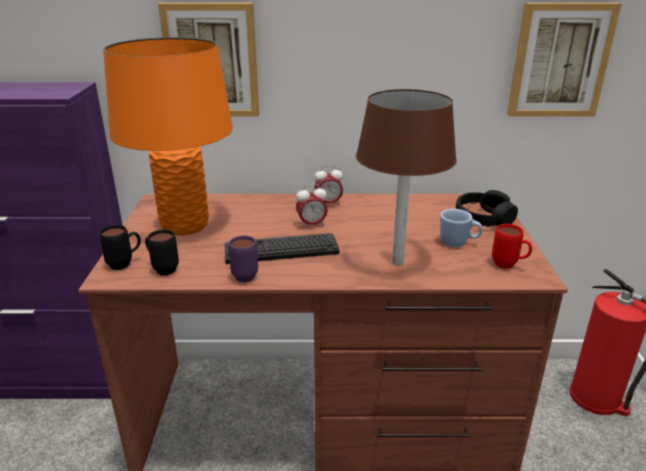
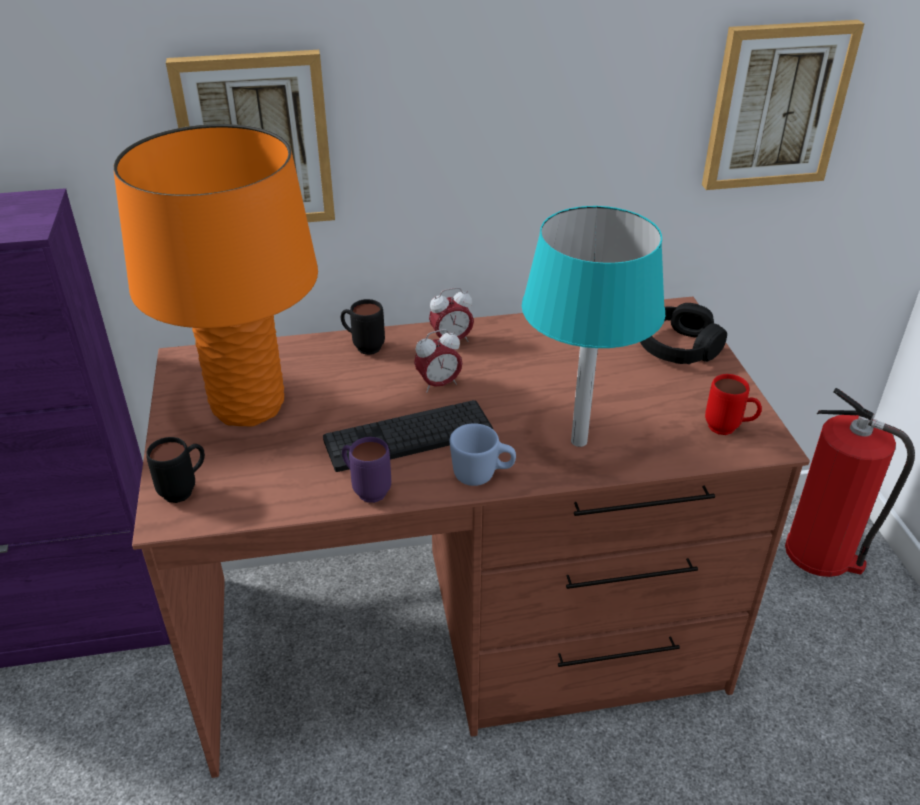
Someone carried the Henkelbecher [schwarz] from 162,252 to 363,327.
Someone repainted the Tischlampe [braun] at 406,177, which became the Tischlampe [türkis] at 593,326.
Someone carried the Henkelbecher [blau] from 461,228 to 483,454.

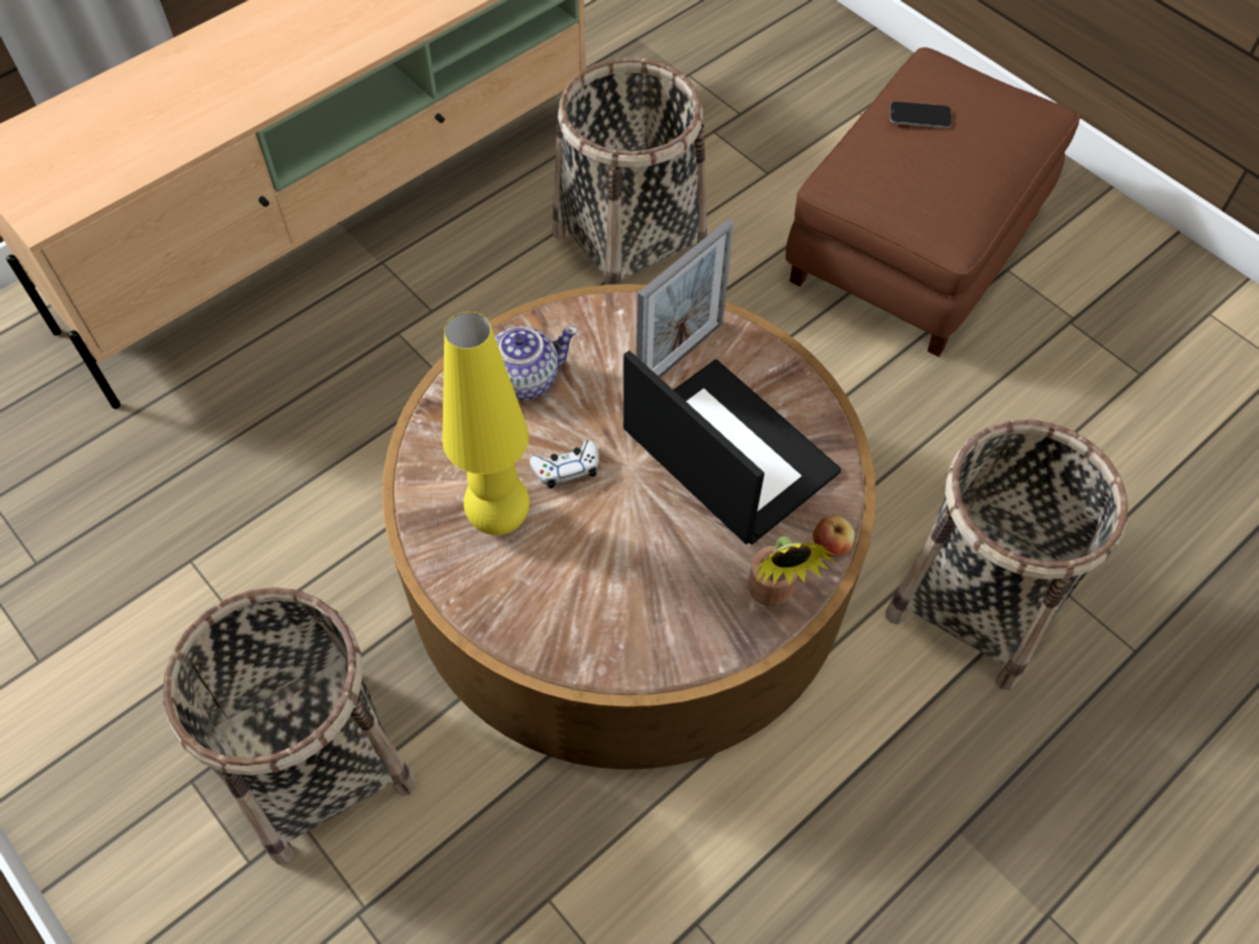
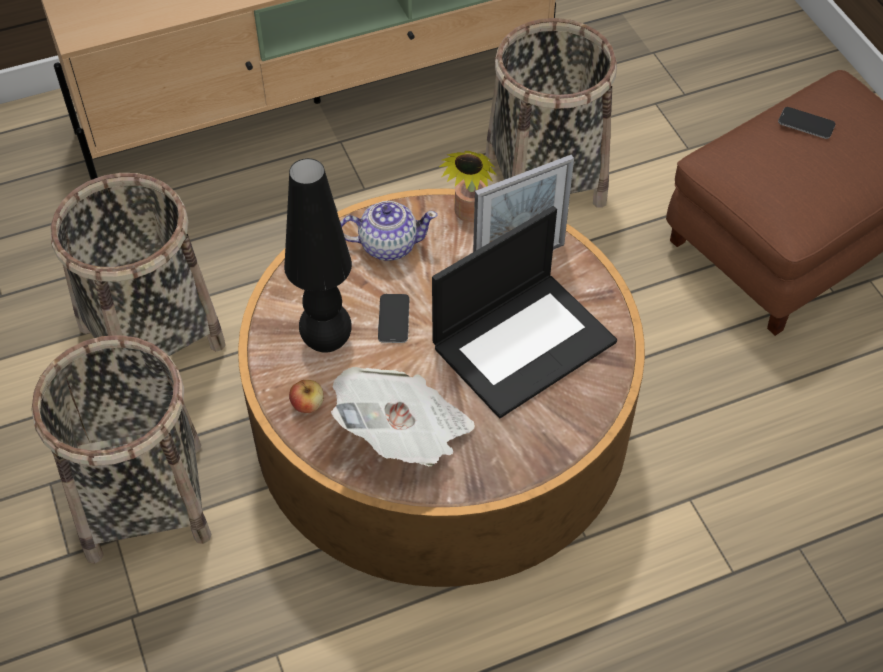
Someone repainted the Tischlampe [gelb] at 485,423, which became the Tischlampe [schwarz] at 318,255.
Someone swapped the Gamepad [weiß] at 564,464 for the Handy at 393,318.
Someone rotated the Laptop at 732,447 by 75 degrees clockwise.
Someone carried the Topfpflanze from 792,571 to 468,186.
Someone carried the Apfel from 834,536 to 306,396.
Someone carried the Korb from 1006,554 to 138,264.
Someone put down the Zeitung at 403,417.

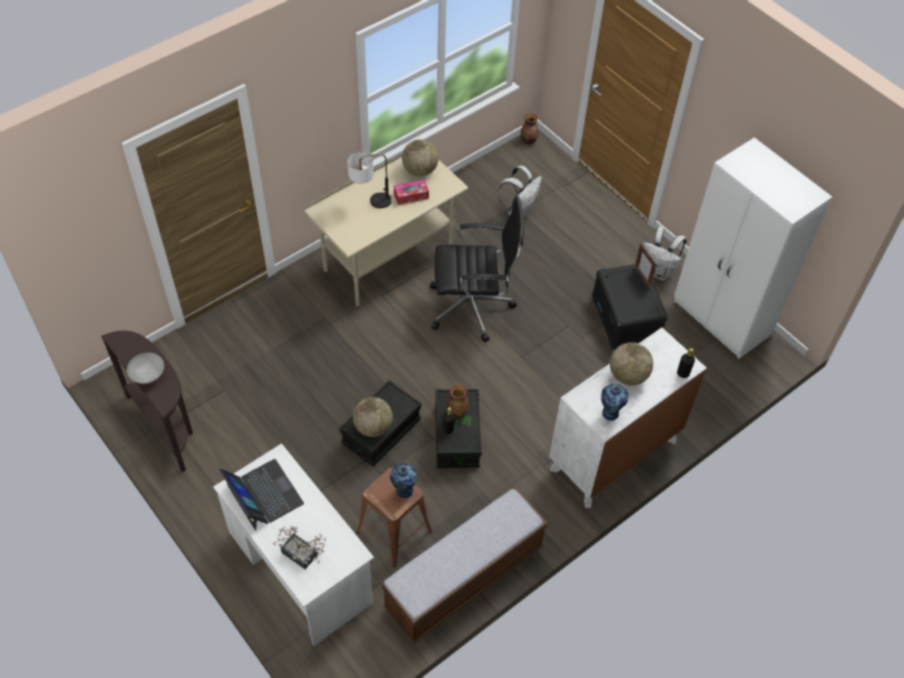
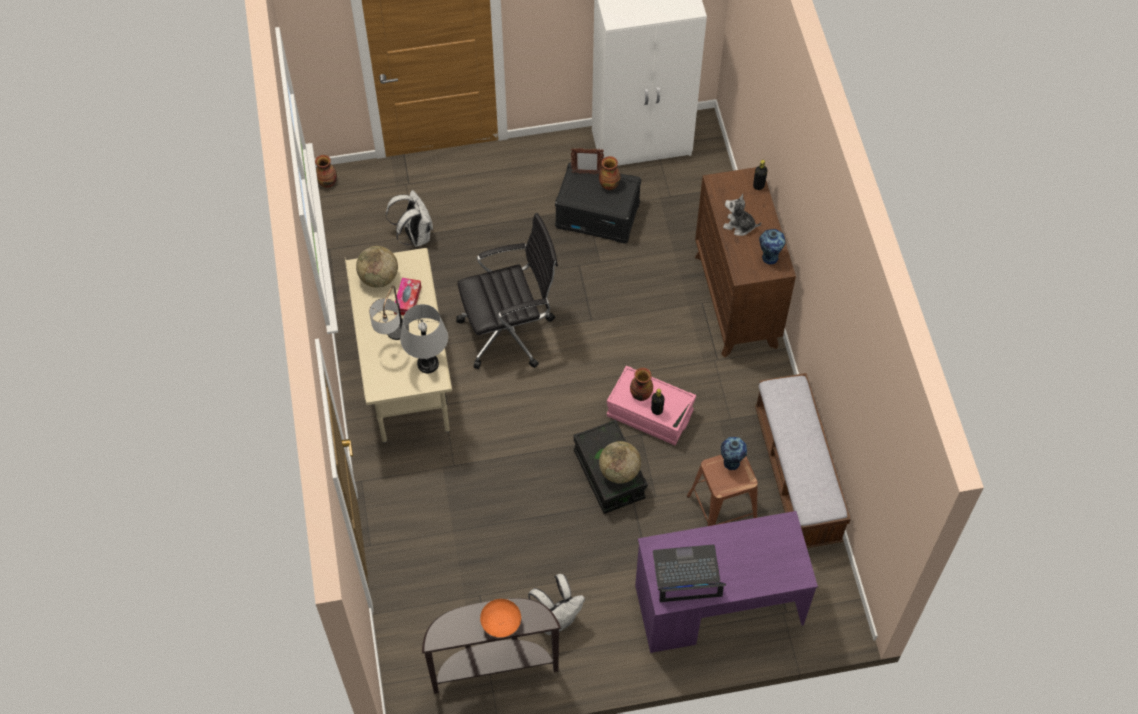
Someone repainted the Schüssel [grau] at 145,368, which became the Schüssel [orange] at 500,618.
Someone repainted the Schreibtisch [weiß] at 293,544, which became the Schreibtisch [lila] at 726,582.
Someone took away the Topfpflanze at 299,547.
Someone rotated the Bürostuhl [schwarz] at 477,269 by 45 degrees clockwise.
Someone repainted the Aufbewahrungsbox [schwarz] at 458,428, which became the Aufbewahrungsbox [rosa] at 651,405.
Someone repainted the Kommode [weiß] at 628,418, which became the Kommode [braun] at 745,262.
Someone swapped the Globus at 631,364 for the Plüschtier at 742,215.
Someone carried the Rucksack [weiß] from 665,253 to 556,604.
Someone put down the Tischlampe [grau] at 424,338.
Someone put down the Vase at 610,173.

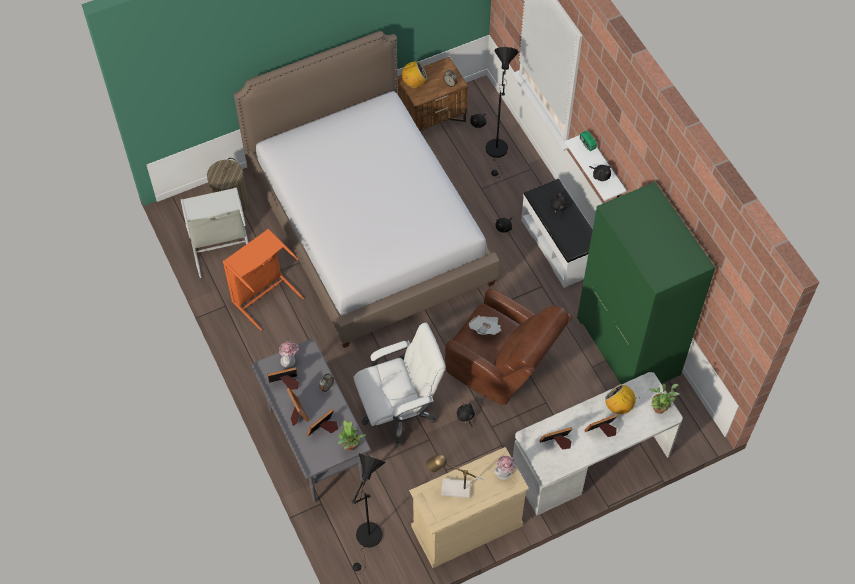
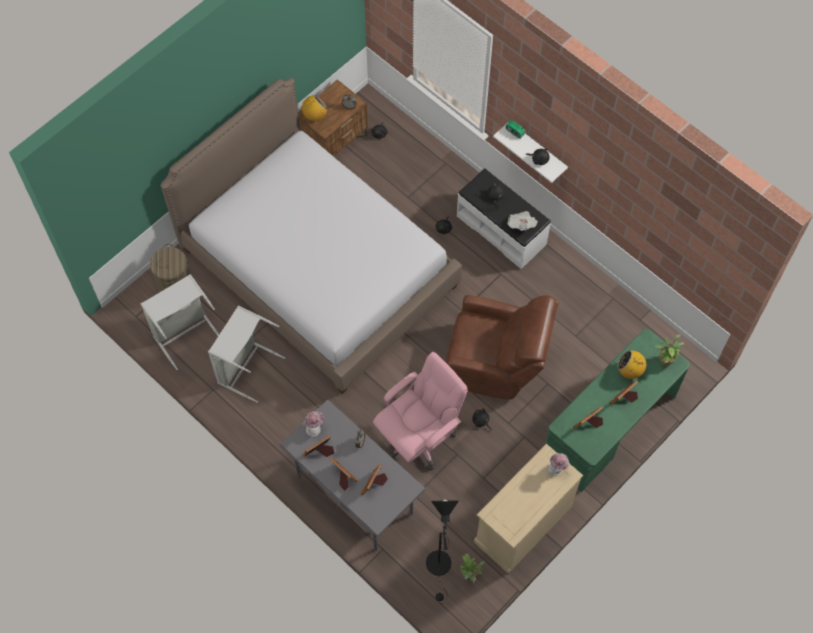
Someone repainted the Wäschekorb [orange] at 263,279, which became the Wäschekorb [grau] at 246,354.
Someone carried the Topfpflanze from 352,435 to 472,568.
Someone repainted the Bürostuhl [weiß] at 400,384, which became the Bürostuhl [rosa] at 420,411.
Someone took away the Tischlampe at 454,476.
Someone carried the Zeitung from 485,325 to 522,221.
Someone took away the Stehlampe [schwarz] at 501,112.
Someone repainted the Schreibtisch [weiß] at 598,443, which became the Schreibtisch [grün] at 617,410.
Someone took away the Kleiderschrank [grün] at 646,283.

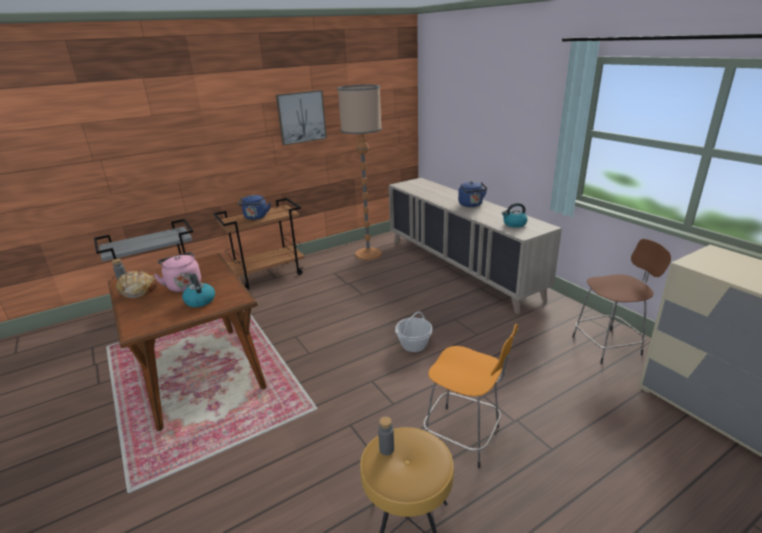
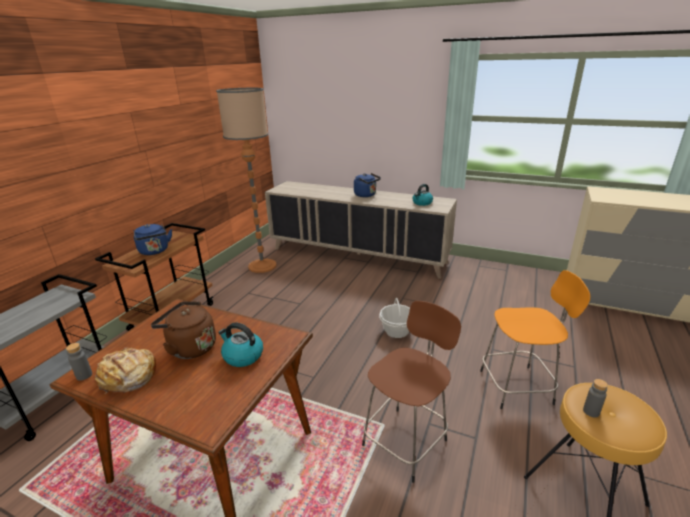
Someone repainted the Wasserkessel [rosa] at 177,272, which became the Wasserkessel [braun] at 183,330.
Someone took away the Bild at 301,117.
Someone carried the Hocker [braun] from 621,301 to 411,392.

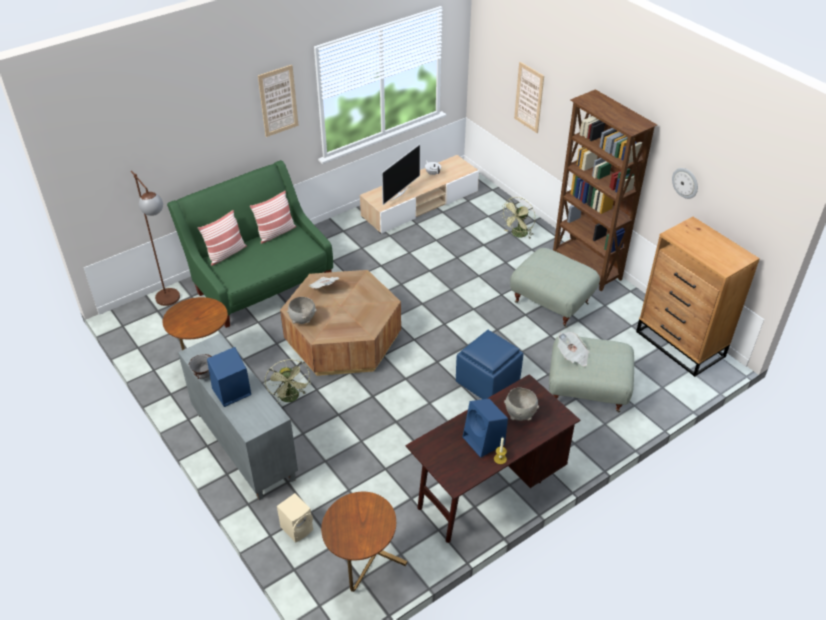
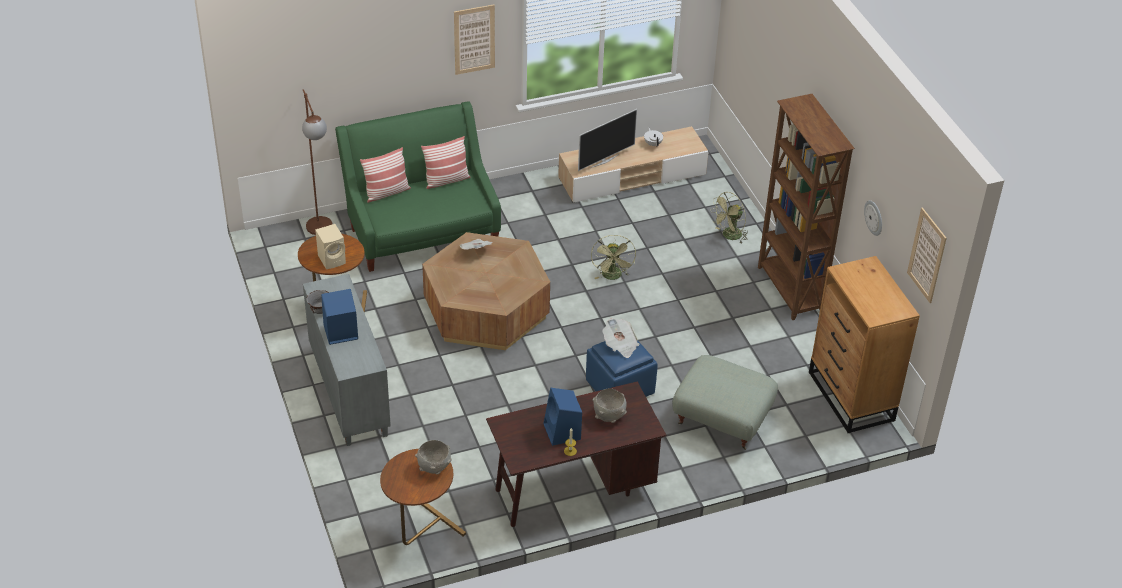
Someone carried the Ventilator [grün] from 288,381 to 613,257.
Someone carried the Lautsprecher [beige] from 295,518 to 330,246.
Someone carried the Schüssel [grau] from 301,310 to 433,457.
Someone took away the Polsterhocker [grau] at 555,288.
Someone carried the Bild from 529,97 to 927,255.
Someone carried the Zeitung from 574,349 to 620,338.

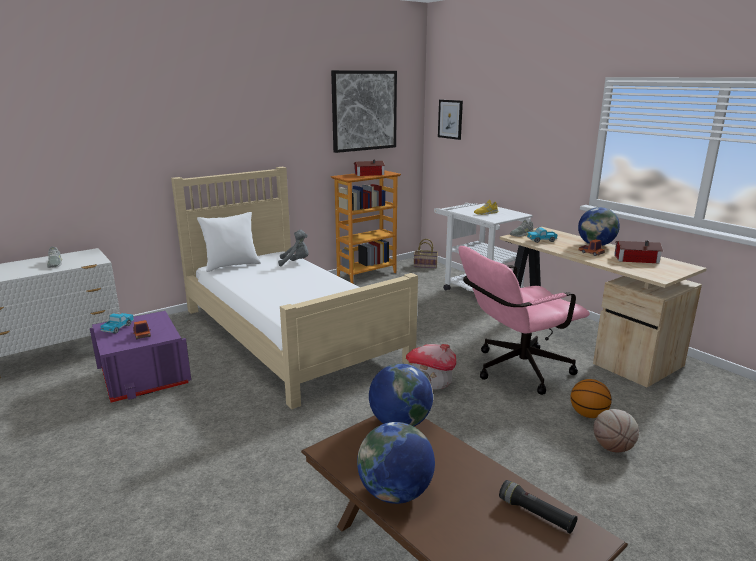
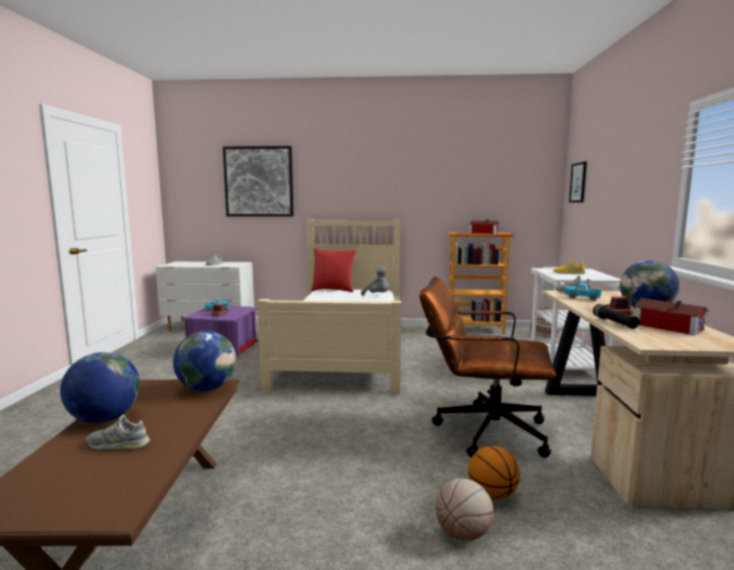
Someone repainted the Kissen [weiß] at 229,242, which became the Kissen [rot] at 333,270.
Someone carried the Bild from 364,111 to 258,181.
Someone took away the Spielzeughaus at 431,367.
Someone repainted the Bürostuhl [rosa] at 524,320, which became the Bürostuhl [braun] at 488,367.
Someone carried the Taschenlampe [schwarz] from 538,507 to 616,316.
Someone put down the Schuh [grau] at 118,432.

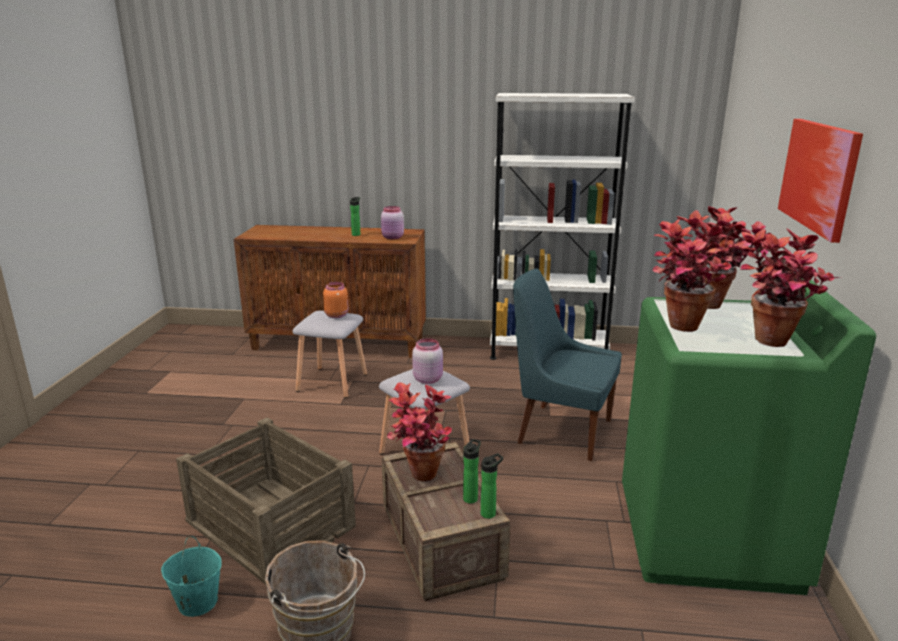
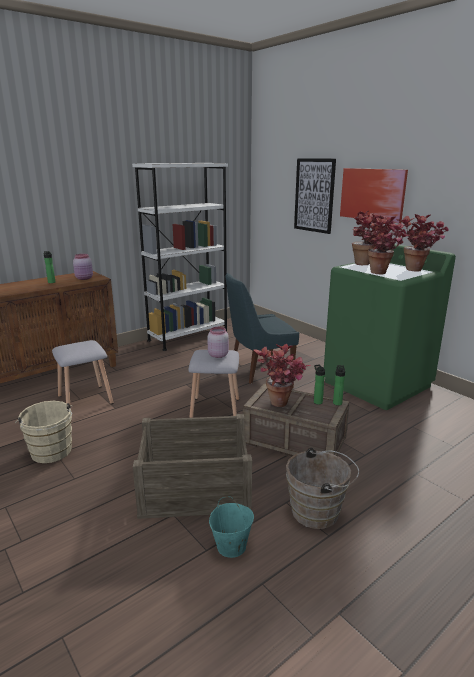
Someone took away the Vorratsglas [orange] at 336,300.
Someone put down the Eimer [beige] at 44,432.
Someone put up the Bild at 315,196.

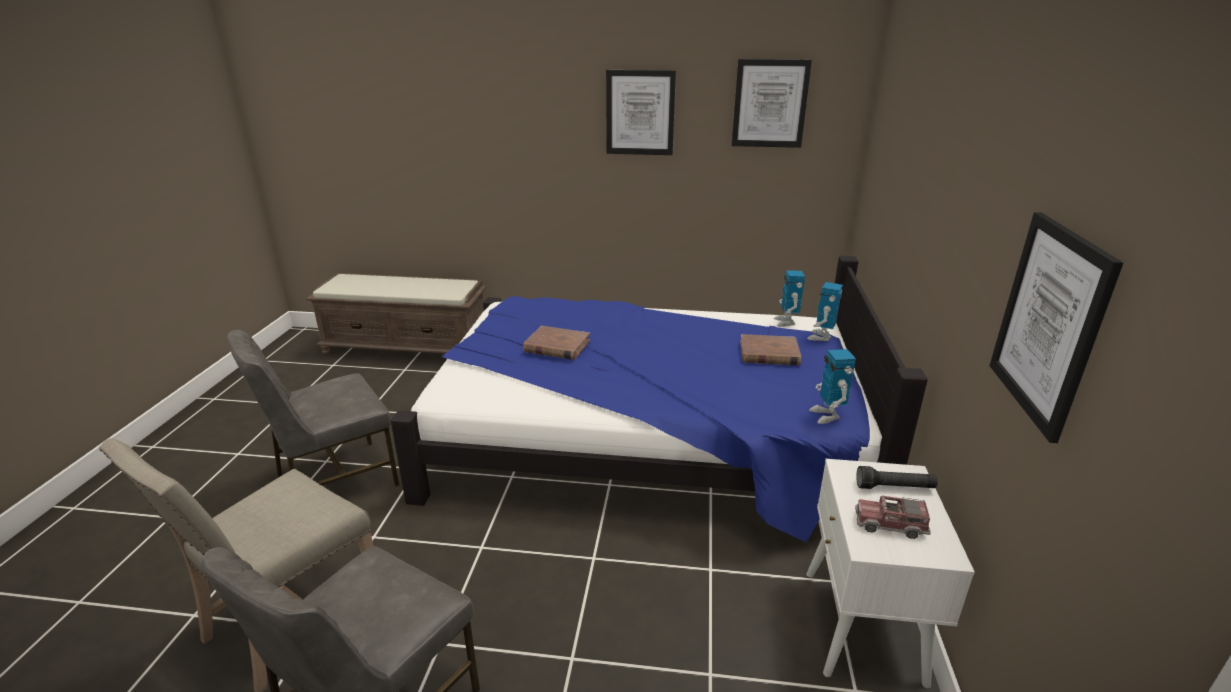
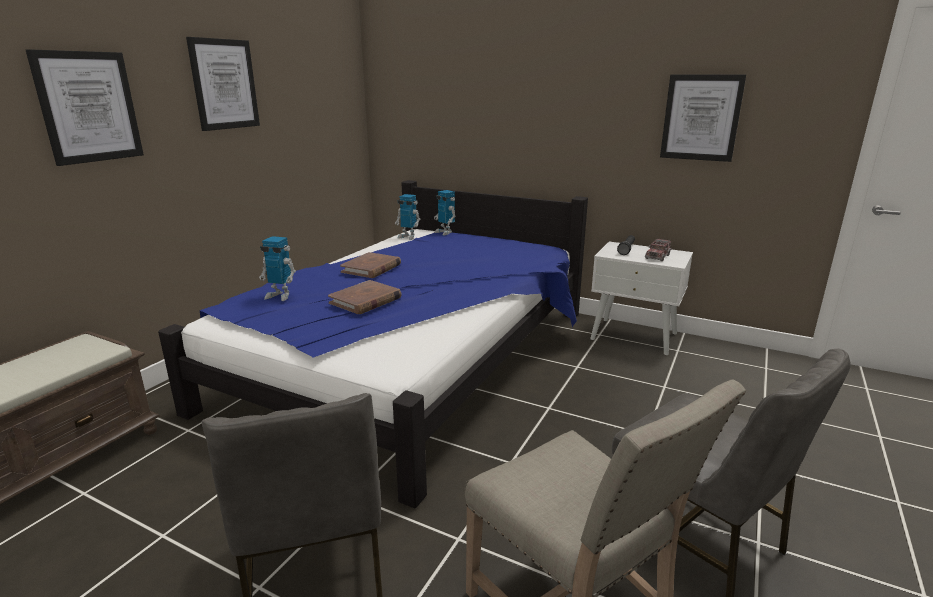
Someone carried the Bild from 772,103 to 84,107.
Someone carried the Buch [braun] from 770,349 to 370,265.
Someone carried the Spielzeugroboter from 832,386 to 277,268.

